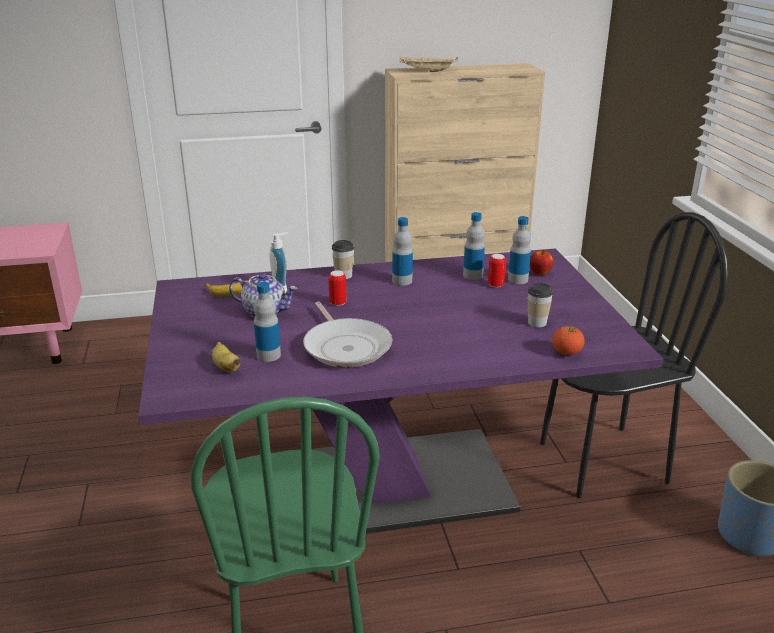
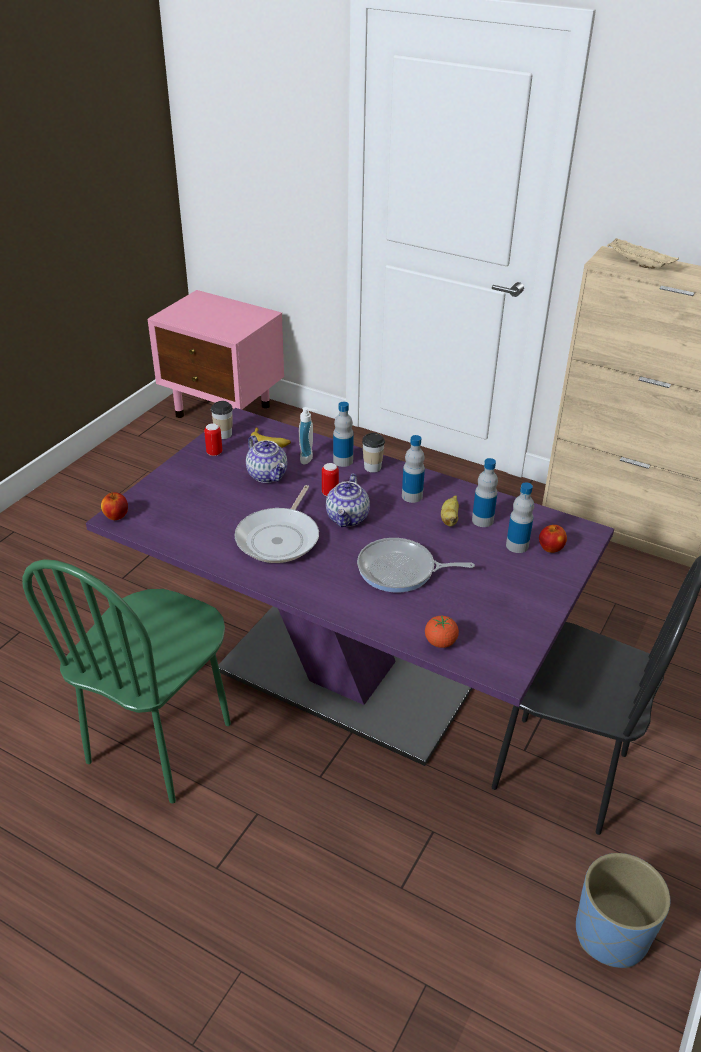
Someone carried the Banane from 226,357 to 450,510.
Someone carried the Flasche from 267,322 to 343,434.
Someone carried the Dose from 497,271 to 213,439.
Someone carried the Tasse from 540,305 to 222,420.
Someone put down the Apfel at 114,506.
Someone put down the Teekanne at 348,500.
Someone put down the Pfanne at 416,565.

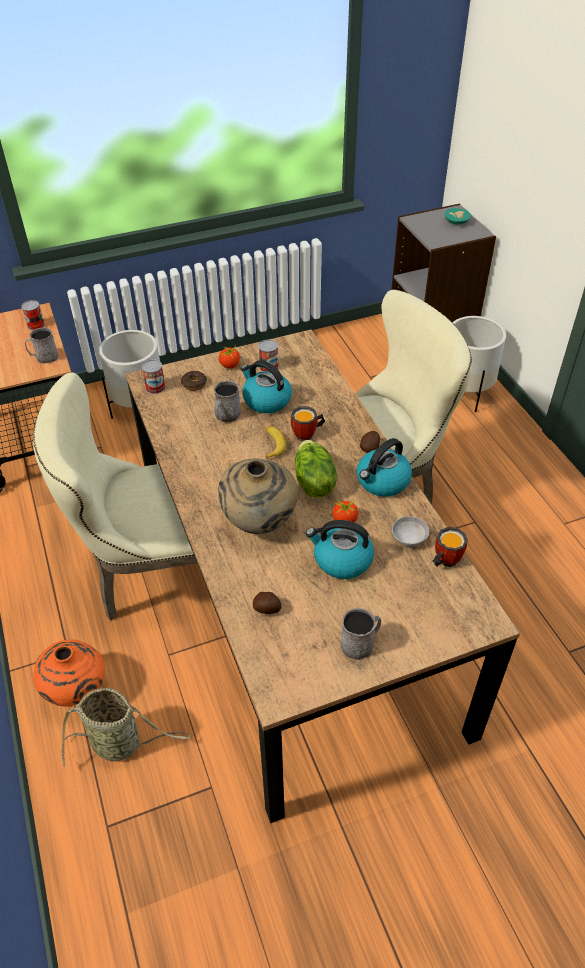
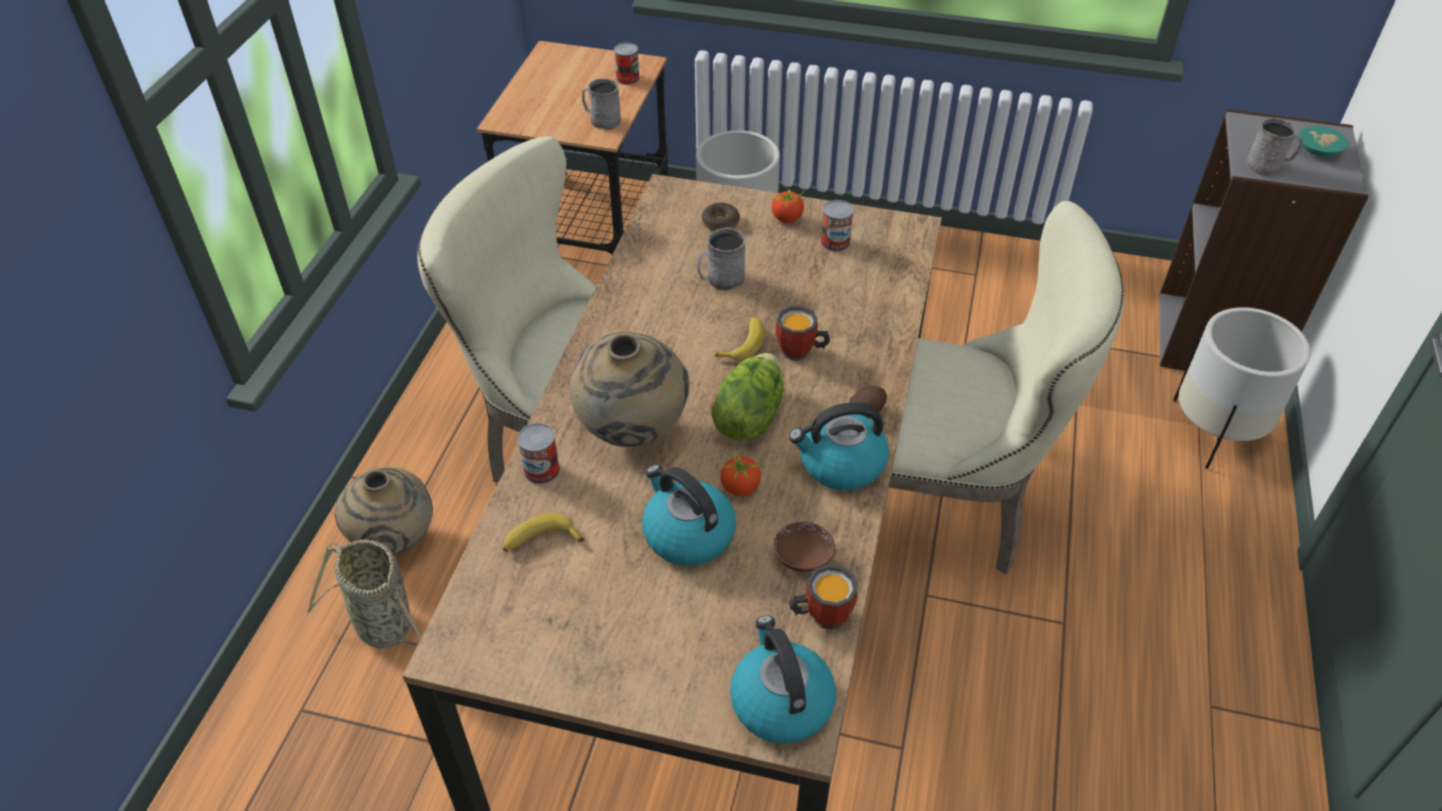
Someone repainted the Vase [orange] at 69,673, which became the Vase [beige] at 383,511.
Someone carried the Dose from 153,377 to 538,453.
Someone carried the Wasserkessel from 266,386 to 783,680.
Someone swapped the Kartoffel at 267,603 for the Banane at 544,532.
Someone carried the Henkelbecher [grau] from 361,634 to 1274,147.
Someone repainted the Schüssel [grau] at 410,531, which became the Schüssel [braun] at 804,547.

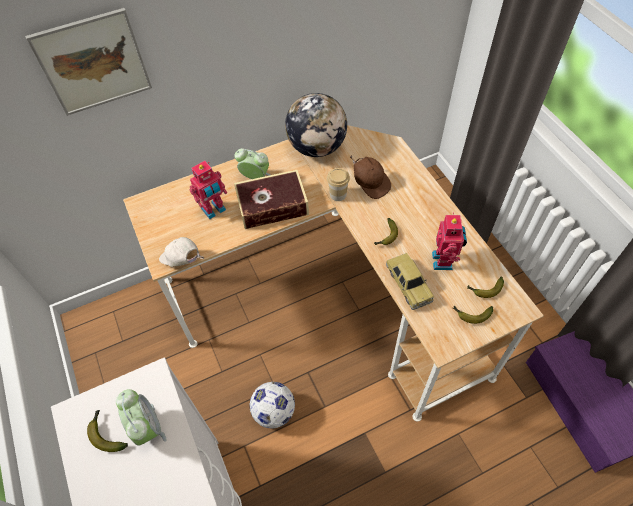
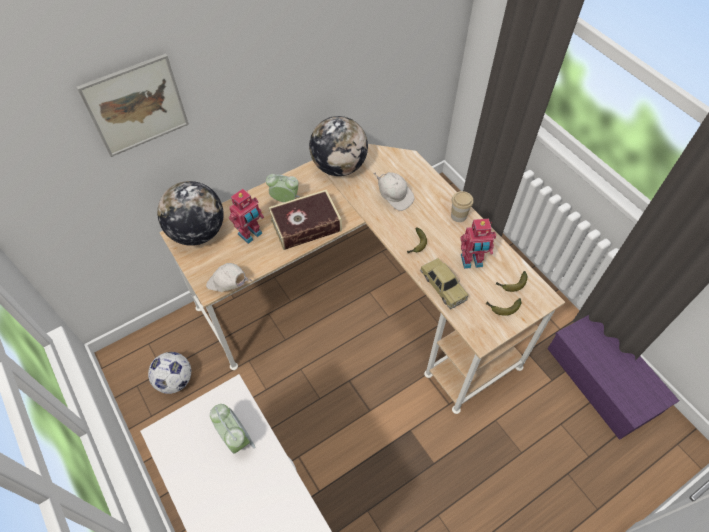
Someone took away the Banane at 107,431.
Someone carried the Fußball from 272,405 to 169,373.
Someone carried the Tasse from 338,184 to 462,206.
Someone repainted the Kappe [braun] at 370,177, which became the Kappe [weiß] at 393,191.
Someone rotated the Spielzeugroboter at 449,241 by 90 degrees clockwise.
Someone put down the Globus at 190,213.

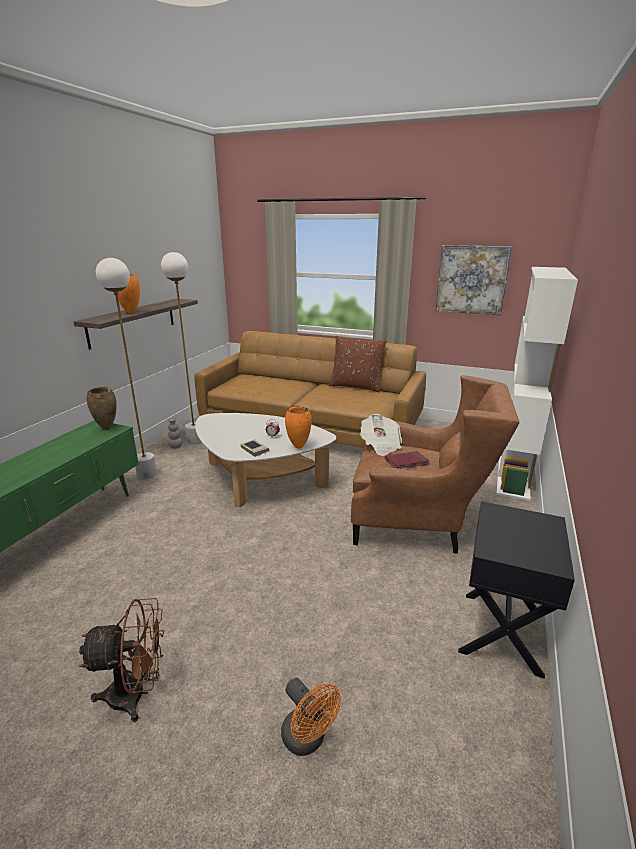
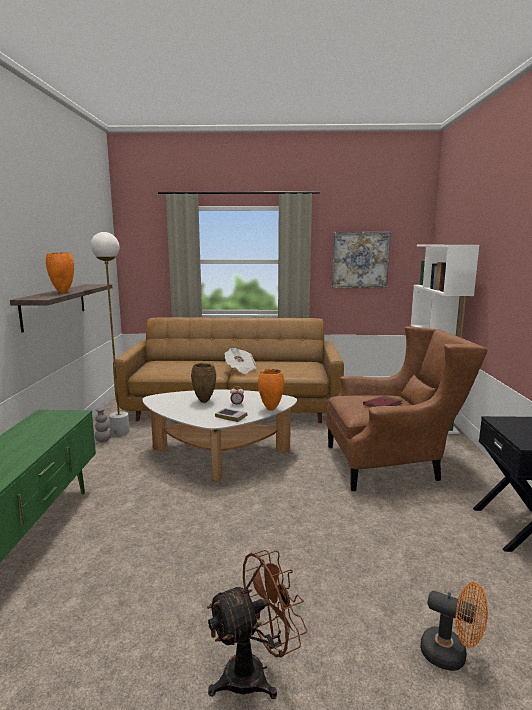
Someone carried the Vase [braun] from 102,408 to 203,383.
Someone took away the Stehlampe [weiß] at 126,368.
Someone took away the Kissen [braun] at 358,364.
Someone carried the Zeitung from 381,435 to 240,361.

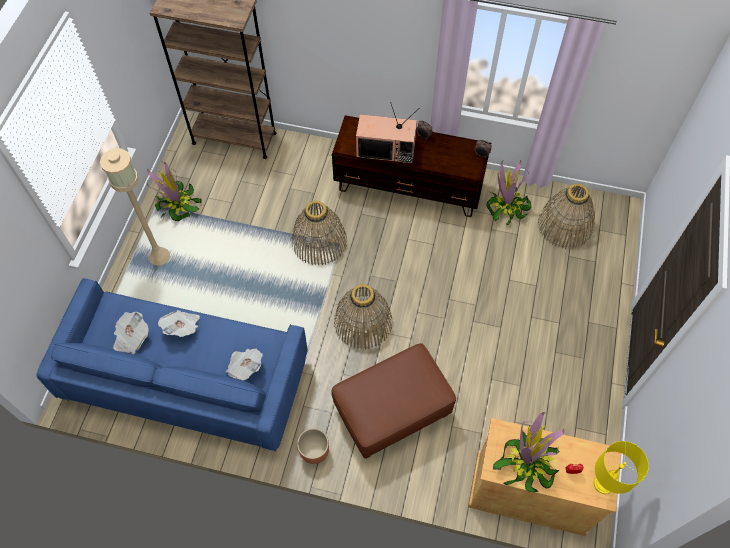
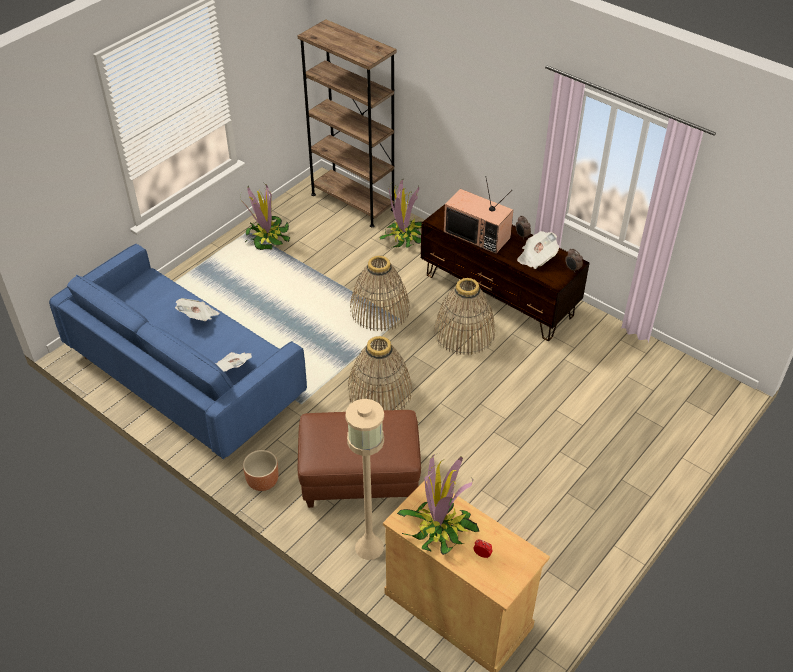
Someone carried the Stehlampe [beige] from 135,207 to 364,479.
Someone carried the Zeitung from 130,333 to 538,250.
Someone carried the Topfpflanze from 508,192 to 400,213.
Someone carried the Korb from 566,216 to 464,316.
Someone took away the Tischlampe [gelb] at 621,467.

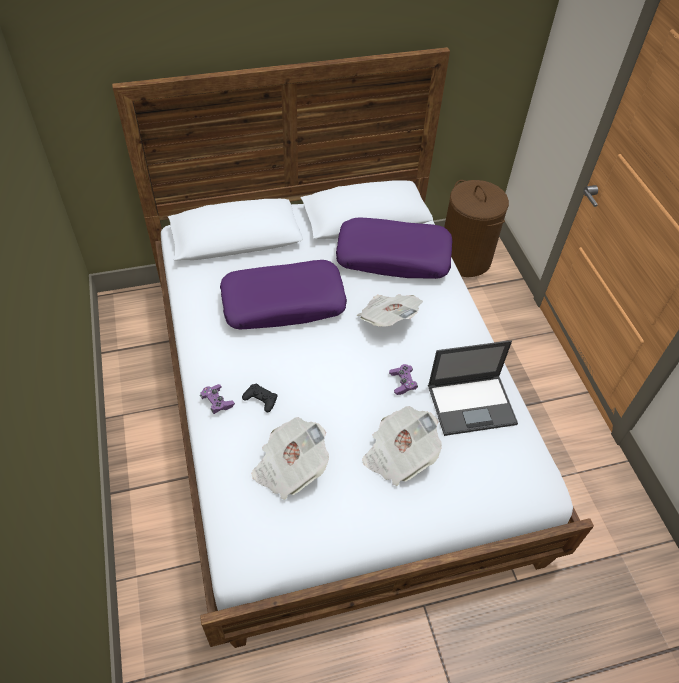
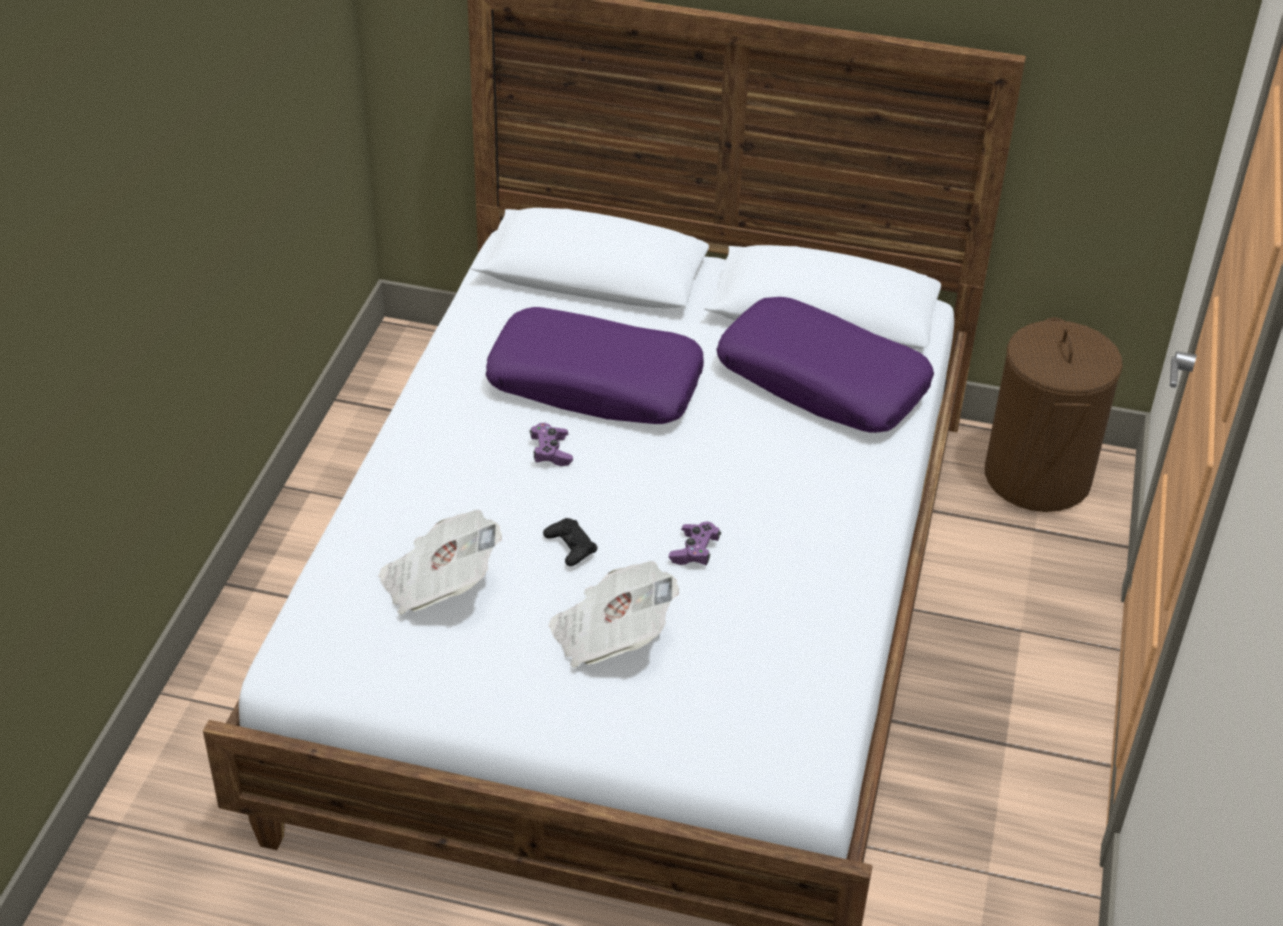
Someone carried the Gamepad [lila] from 217,399 to 551,444.
Someone carried the Gamepad [schwarz] from 260,398 to 570,542.
Someone took away the Zeitung at 390,310.
Someone took away the Laptop at 473,388.

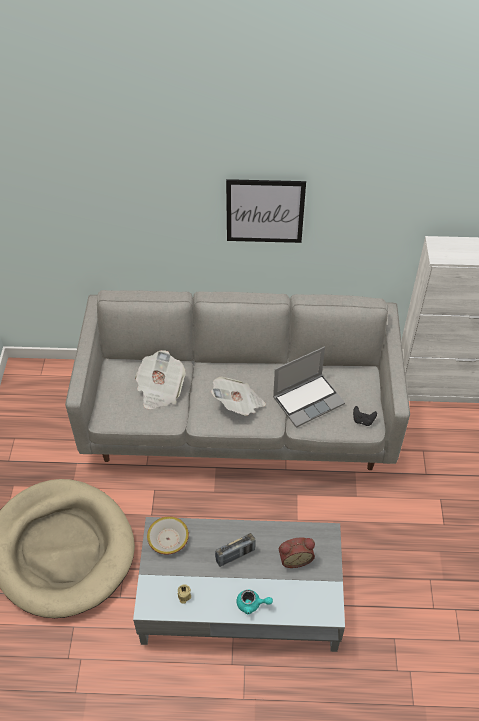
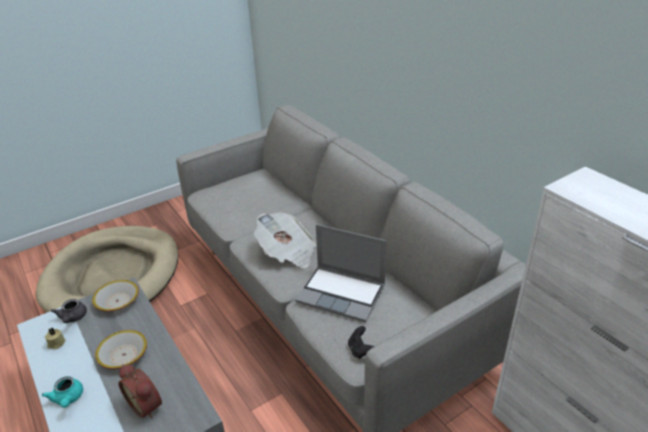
Someone took away the Zeitung at 160,379.
Someone swapped the Radio at 235,550 for the Schüssel at 121,349.
Someone took away the Bild at 266,211.
Someone put down the Teekanne [grau] at 69,311.

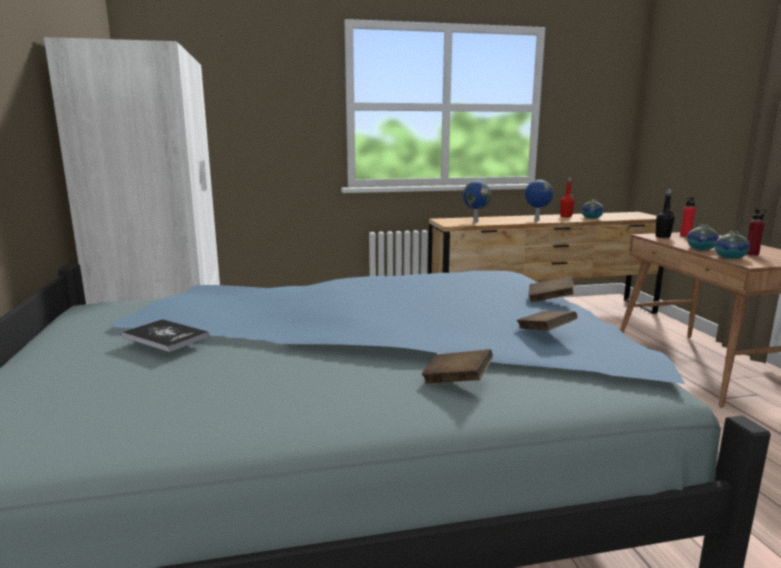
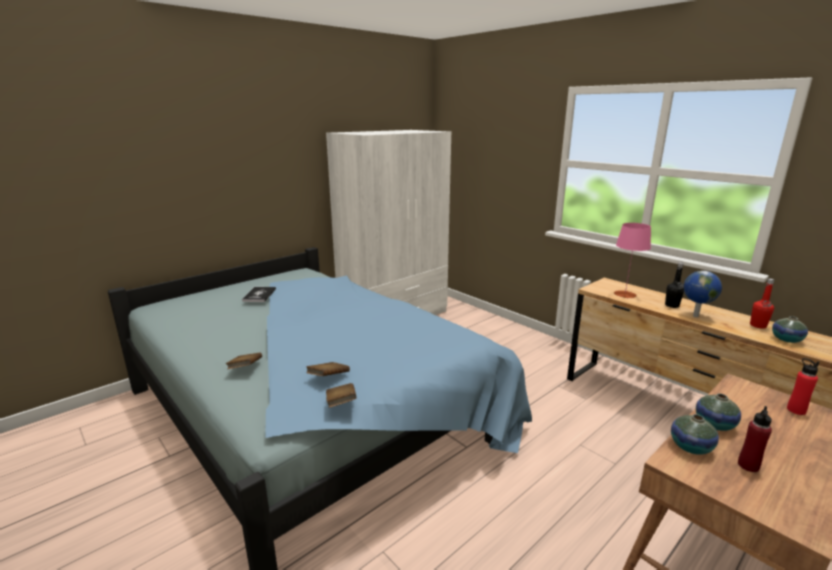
Someone swapped the Globus at 477,202 for the Tischlampe [rosa] at 632,260.
Someone carried the Buch [braun] from 551,289 to 341,395.
Someone carried the Flasche [schwarz] from 665,213 to 674,285.

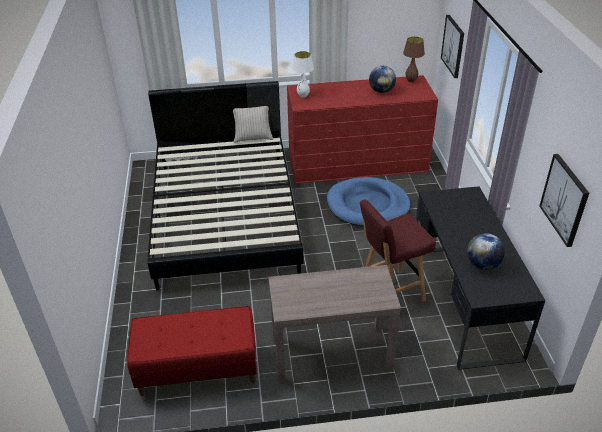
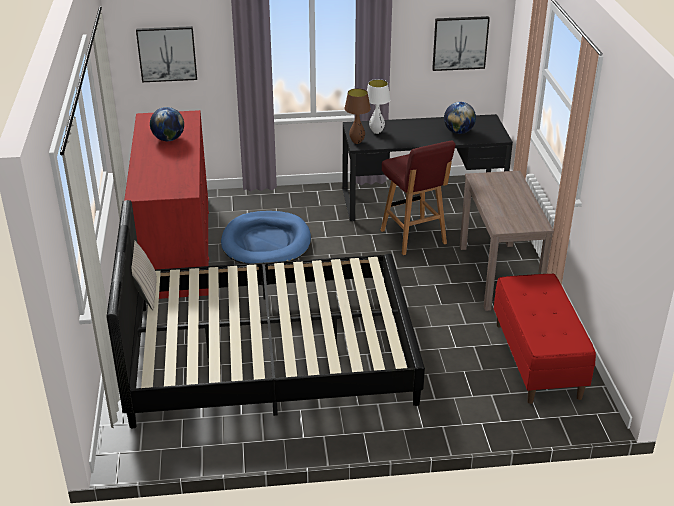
Someone carried the Tischlampe [weiß] from 303,74 to 379,106.
Someone carried the Tischlampe [braun] from 414,59 to 357,116.

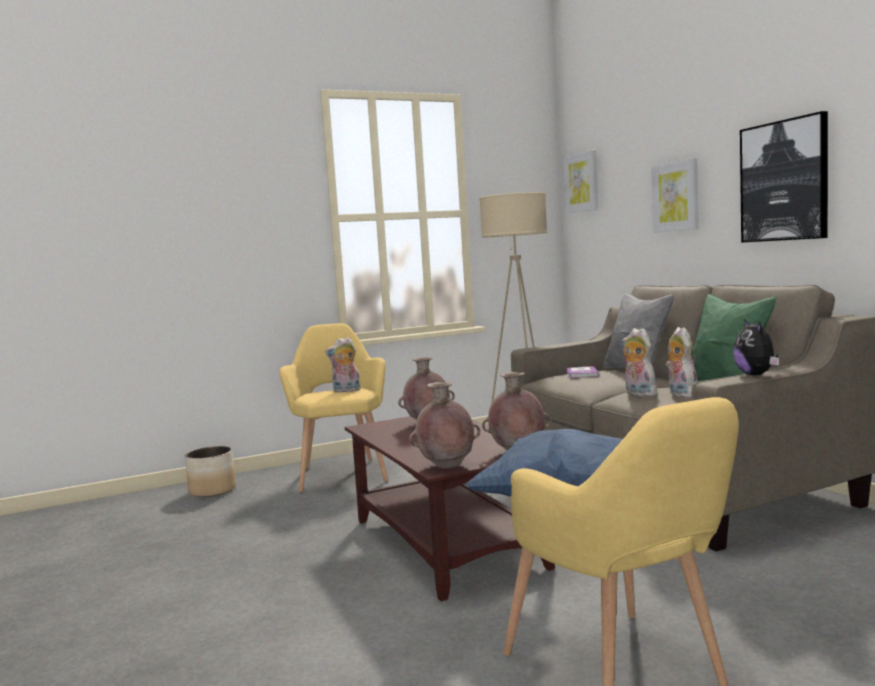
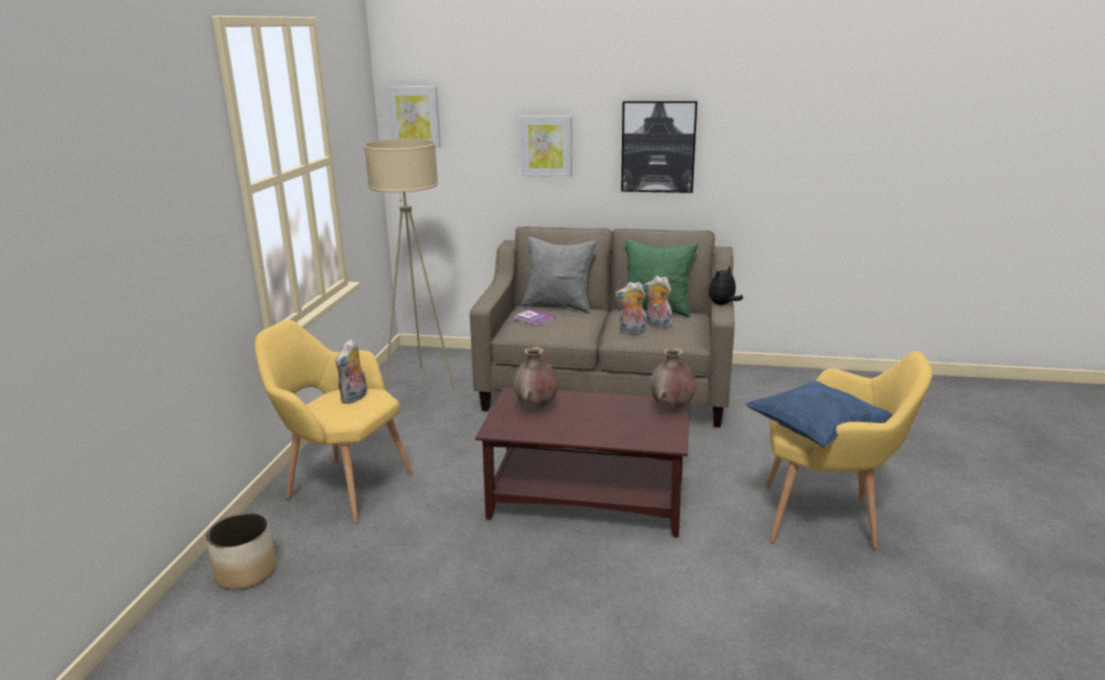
Someone took away the Vase [braun] at 444,425.
Someone rotated the Plüschtier at 756,347 by 105 degrees clockwise.

